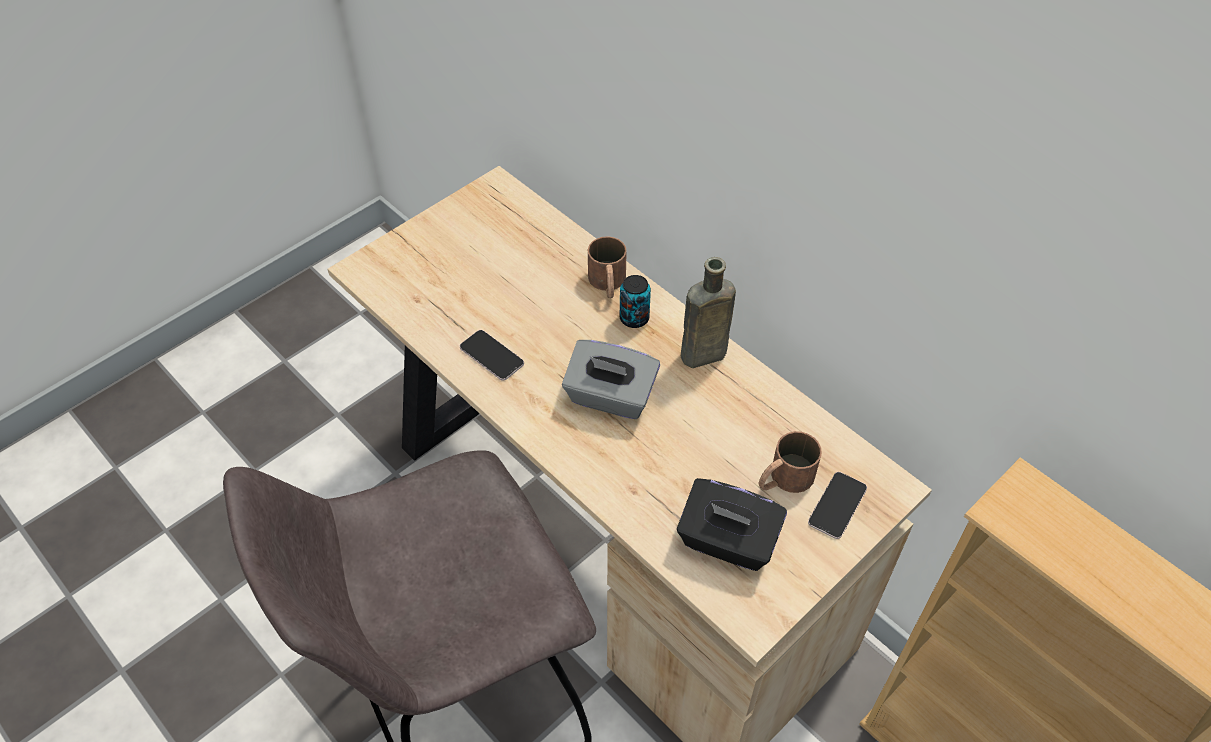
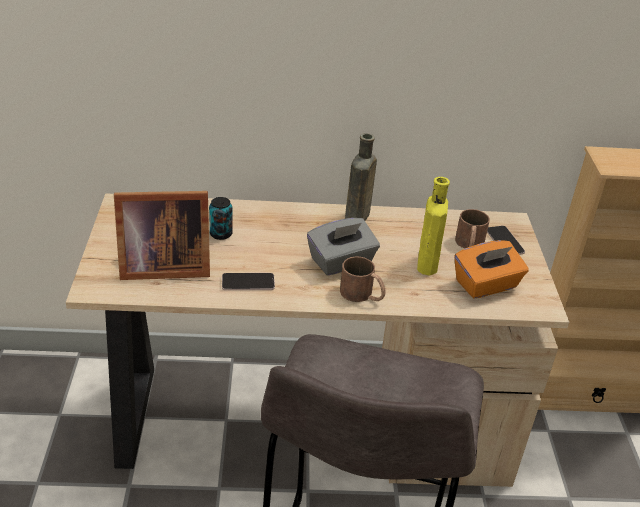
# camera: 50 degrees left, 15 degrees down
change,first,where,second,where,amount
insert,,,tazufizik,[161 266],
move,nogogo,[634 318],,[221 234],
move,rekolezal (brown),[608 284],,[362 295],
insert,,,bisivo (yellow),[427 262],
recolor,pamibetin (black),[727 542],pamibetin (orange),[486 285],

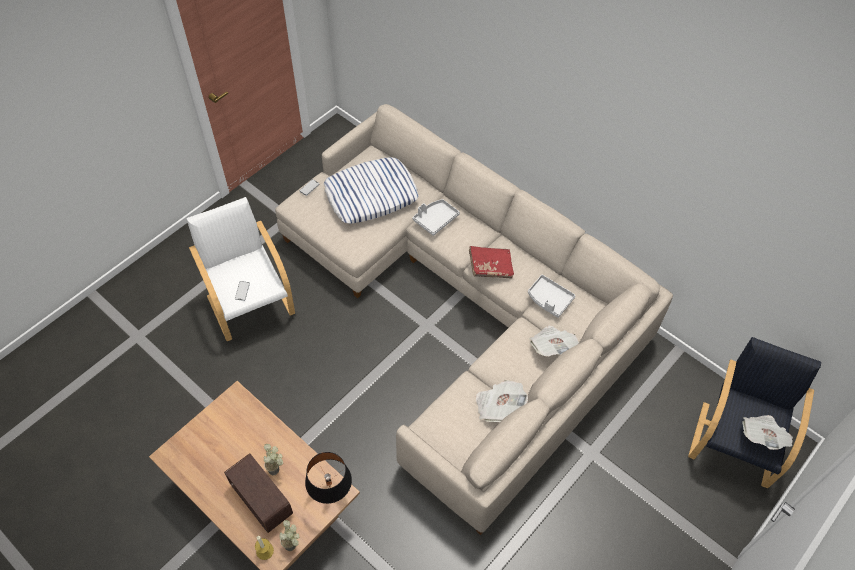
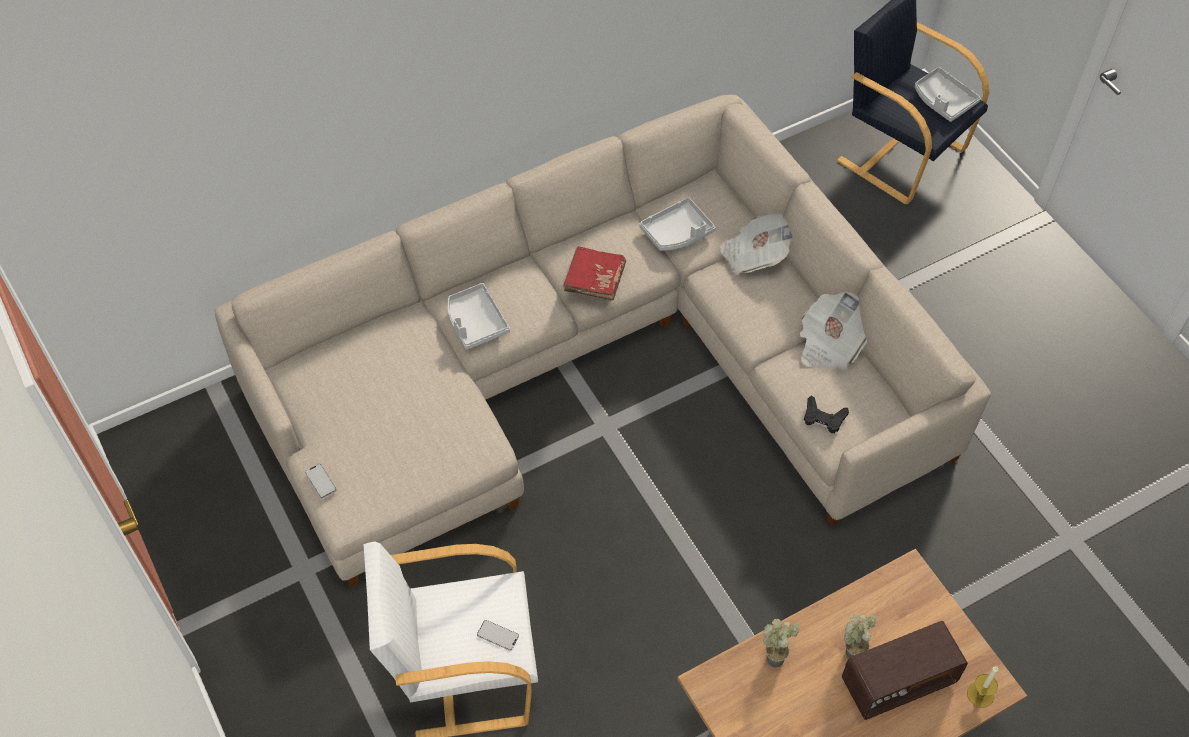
# camera: 70 degrees left, 0 degrees up
change,first,where,second,where,amount
move,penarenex,[294 546],,[776 655],
insert,,,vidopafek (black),[823 418],
replace,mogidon,[762 436],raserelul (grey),[943 101],
delete,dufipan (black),[331 496],,,
delete,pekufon,[371 195],,,

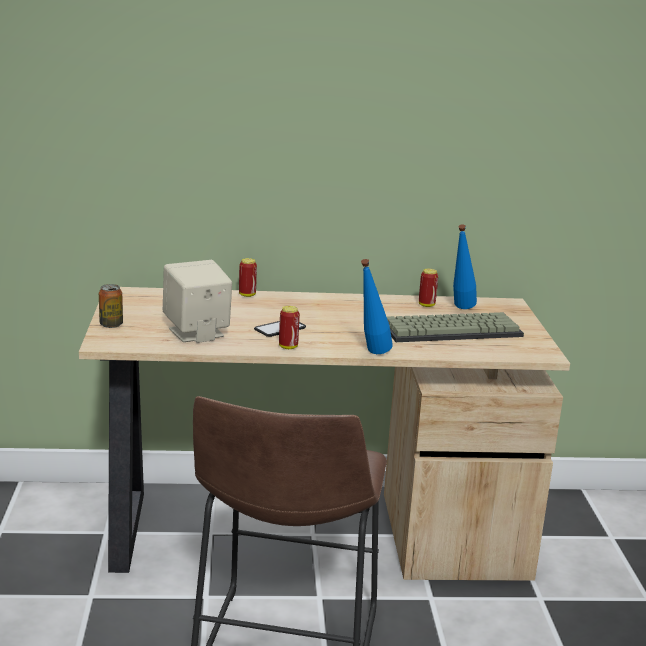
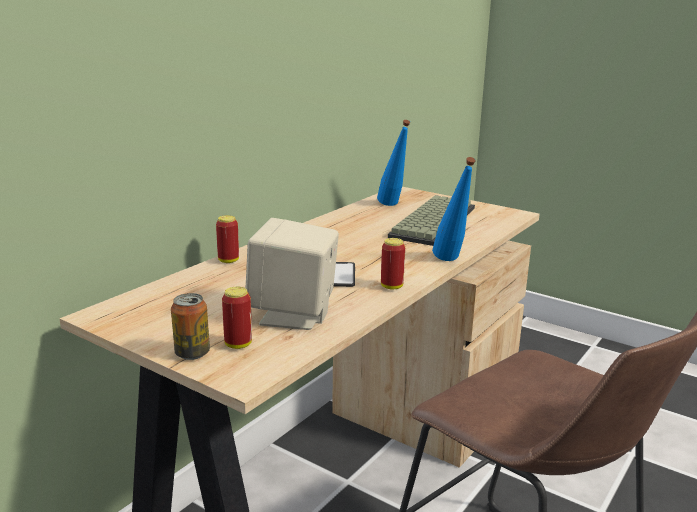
# camera: 50 degrees left, 0 degrees up
change,first,where,second,where,amount
move,nogogo,[426 305],,[238 344],

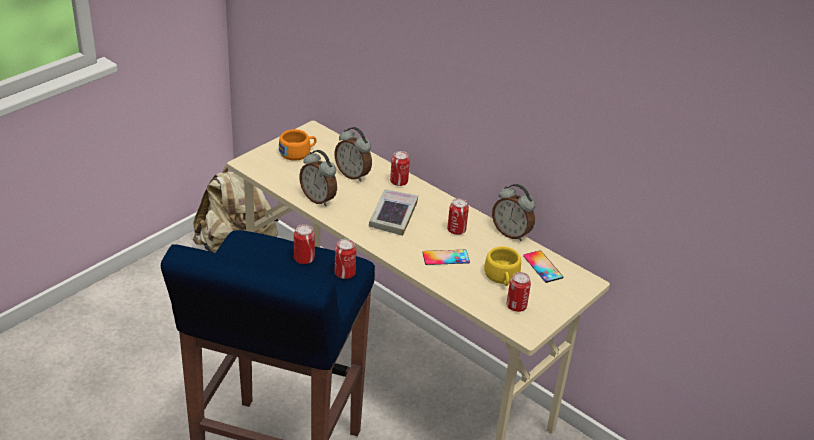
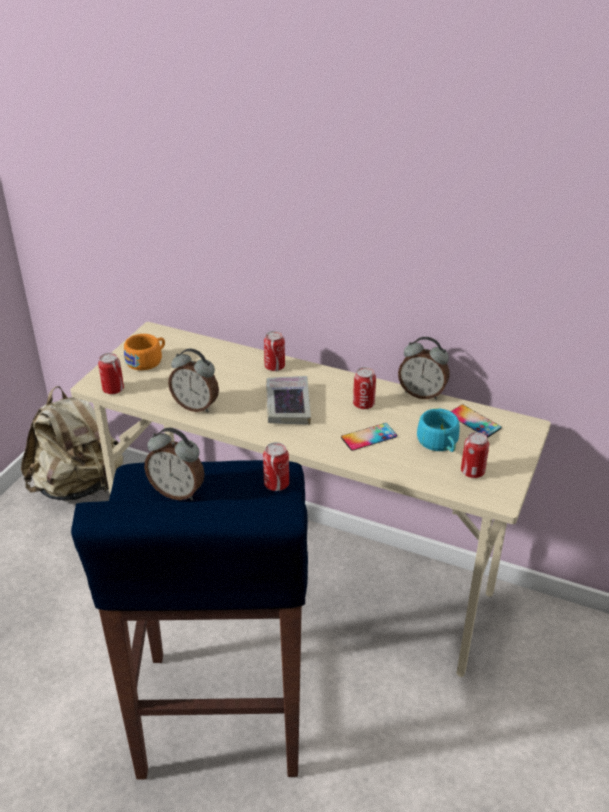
# camera: 15 degrees left, 0 degrees up
change,first,where,second,where,amount
move,nogogo,[304 259],,[113 389],
move,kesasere,[353 175],,[178 492],
recolor,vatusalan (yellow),[502 277],vatusalan (turquoise),[439 443],

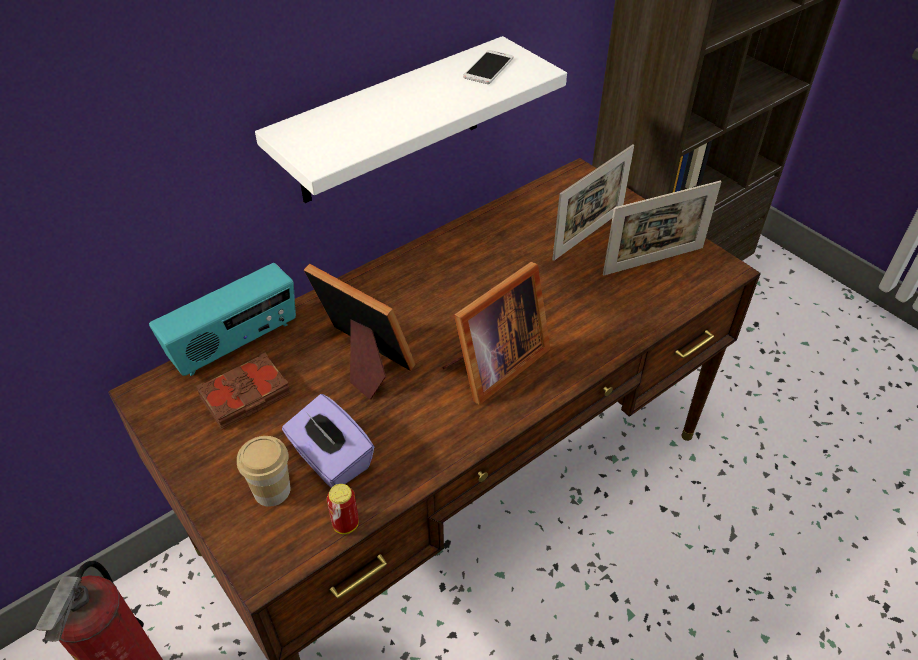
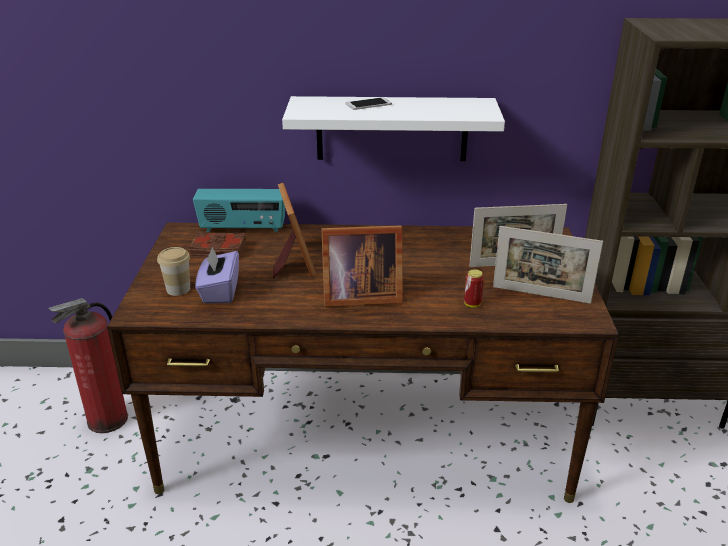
# camera: 40 degrees right, 15 degrees down
change,first,where,second,where,amount
move,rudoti,[488 68],,[368 104],
move,nogogo,[345 524],,[472 304],

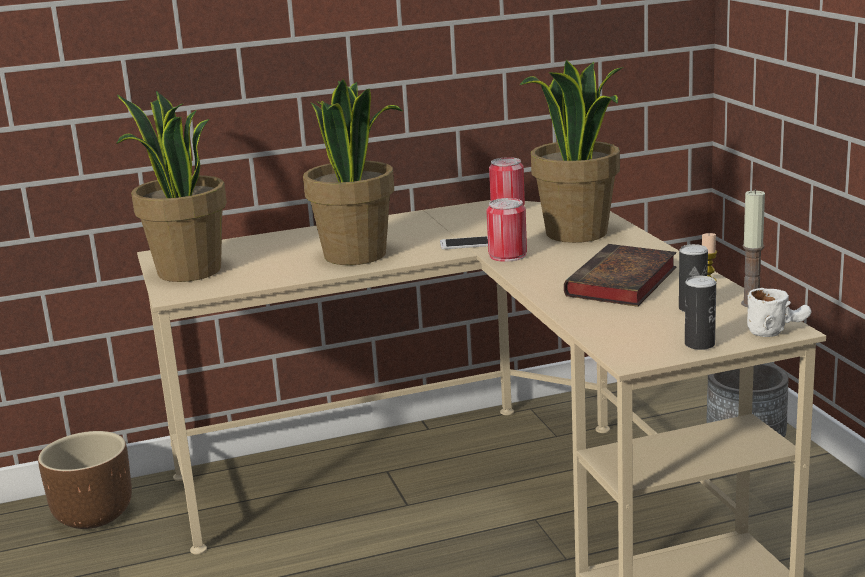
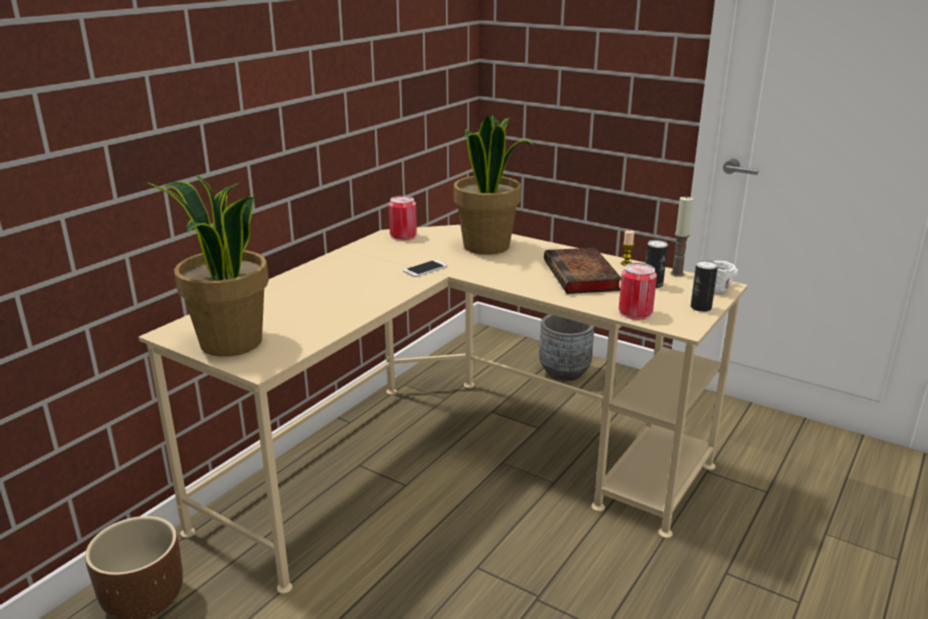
# camera: 40 degrees left, 5 degrees up
change,first,where,second,where,amount
move,nogogo,[507 255],,[635 312],
delete,penarenex,[357 255],,,

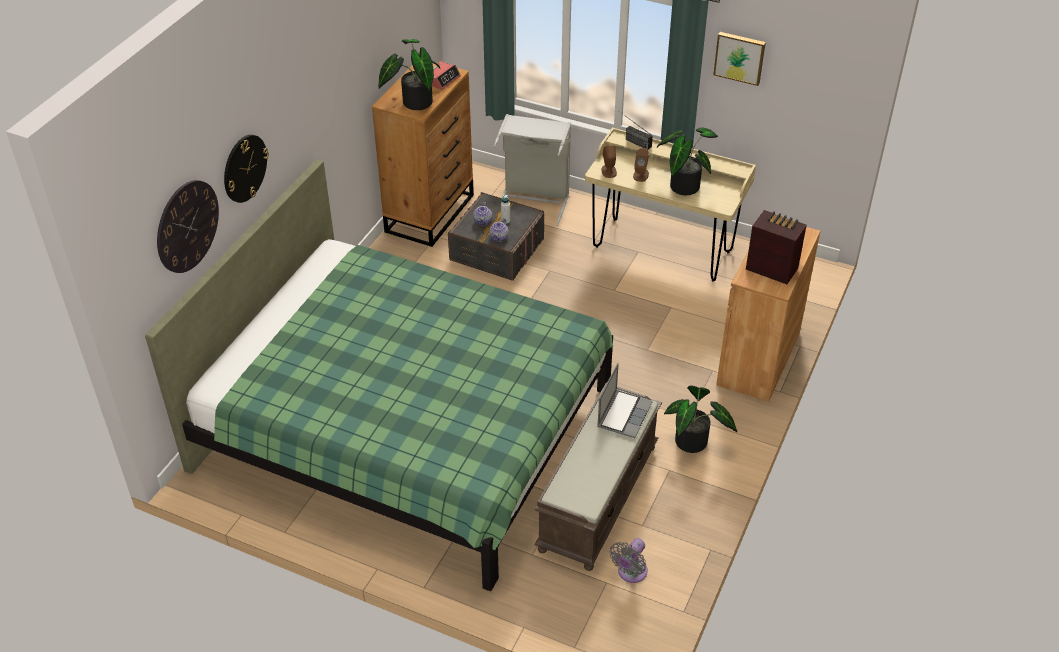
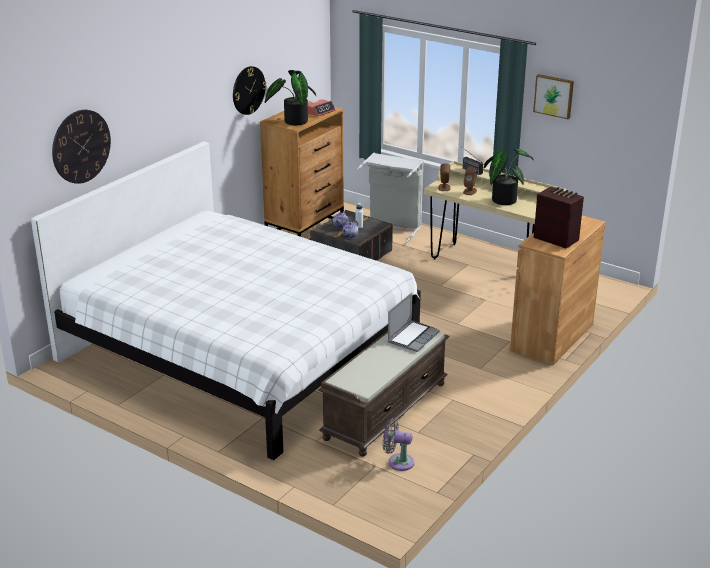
# camera: 10 degrees right, 15 degrees down
change,first,where,second,where,amount
recolor,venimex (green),[405 428],venimex (white),[239 352],
move,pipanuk,[244 168],,[248 90],
rotate,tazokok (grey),[630 573],,[398 462],60 degrees clockwise
delete,penarenex,[694 444],,,

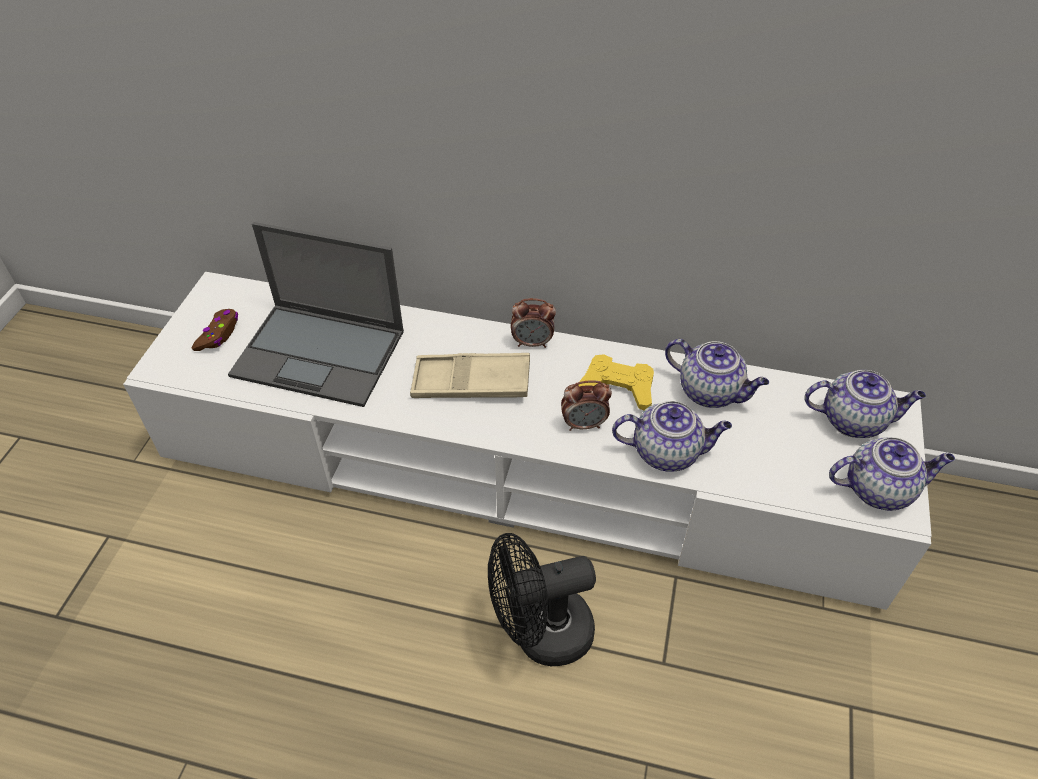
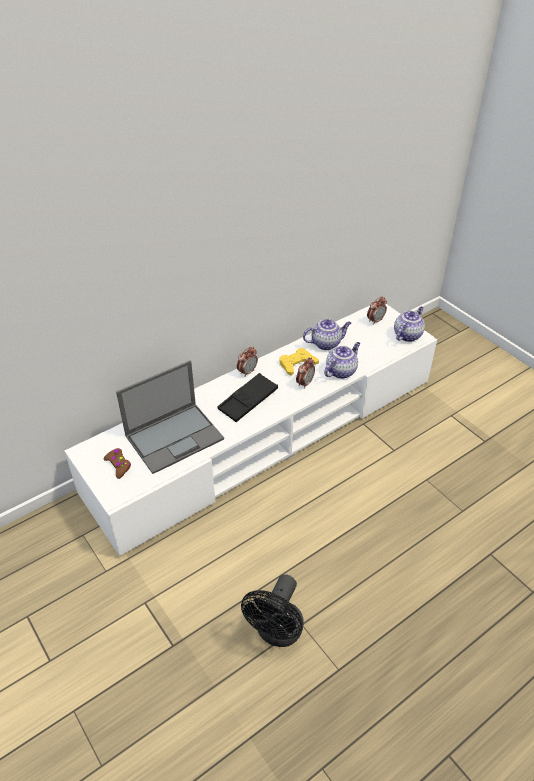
# camera: 50 degrees left, 5 degrees down
change,first,where,second,where,amount
recolor,raserelul (beige),[471 383],raserelul (black),[248 401],
move,tazokok (black),[540 634],,[277 633],
replace,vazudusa,[854 420],kesasere,[375 321],

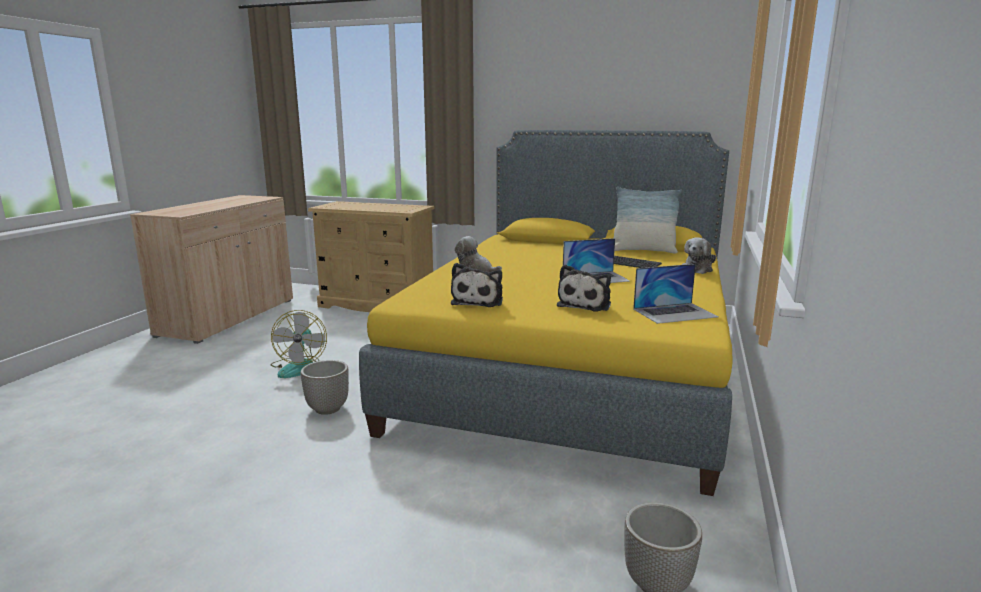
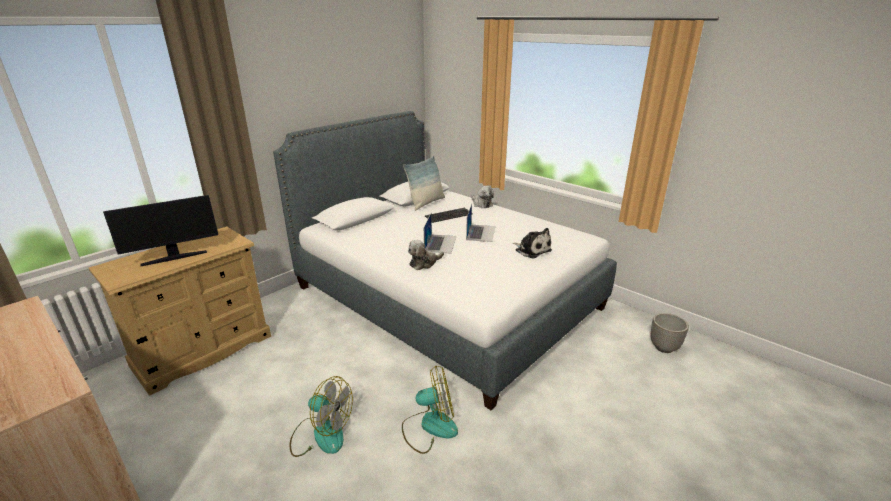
# camera: 65 degrees left, 10 degrees up
change,first,where,second,where,amount
insert,,,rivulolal,[174 257],
recolor,venimex (yellow),[571 368],venimex (white),[445 297],
replace,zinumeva,[328 409],tazokok,[429 426],
move,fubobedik,[675 313],,[440 243],
delete,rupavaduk,[479 301],,,

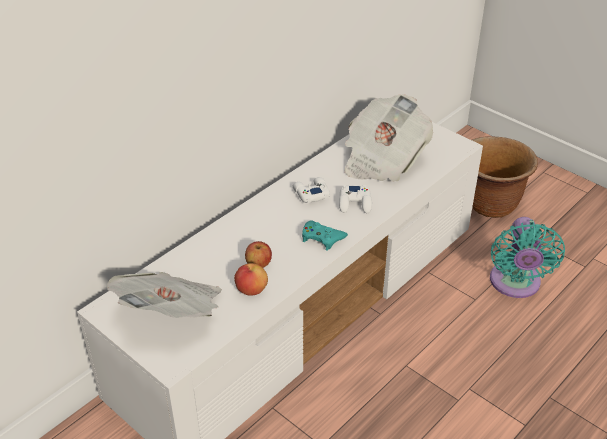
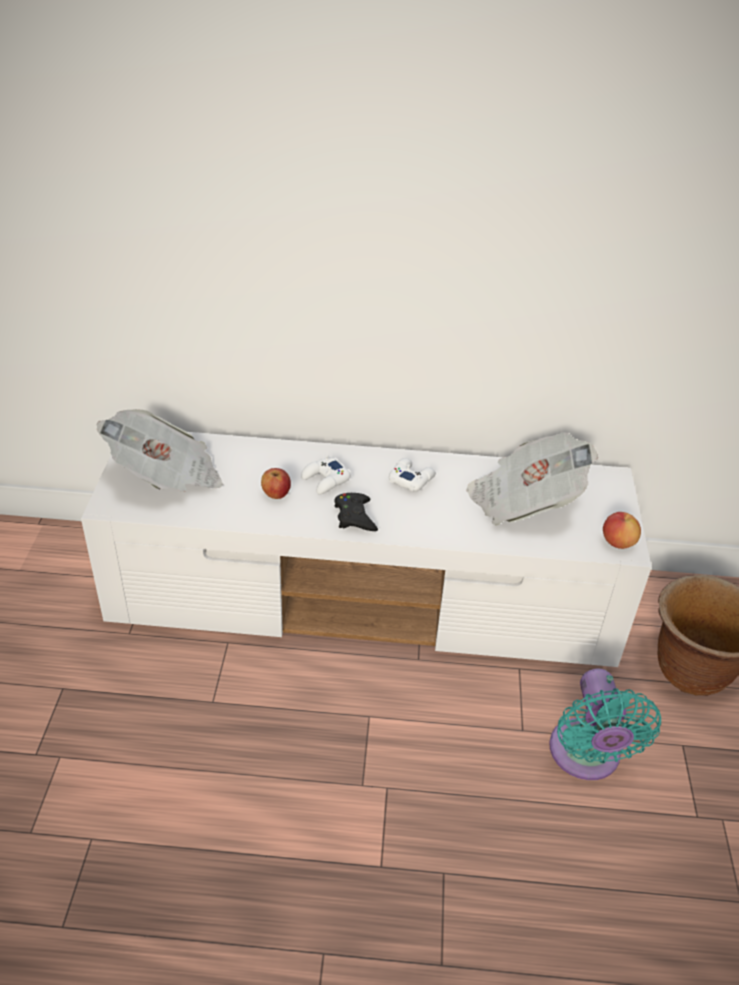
# camera: 50 degrees right, 0 degrees up
change,first,where,second,where,amount
move,vidopafek (white),[355 203],,[326 480],
recolor,vidopafek (turquoise),[322 238],vidopafek (black),[355 516],
rotate,tazokok (turquoise),[515 284],,[586 757],60 degrees counterclockwise
move,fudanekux,[251 290],,[617 542],

